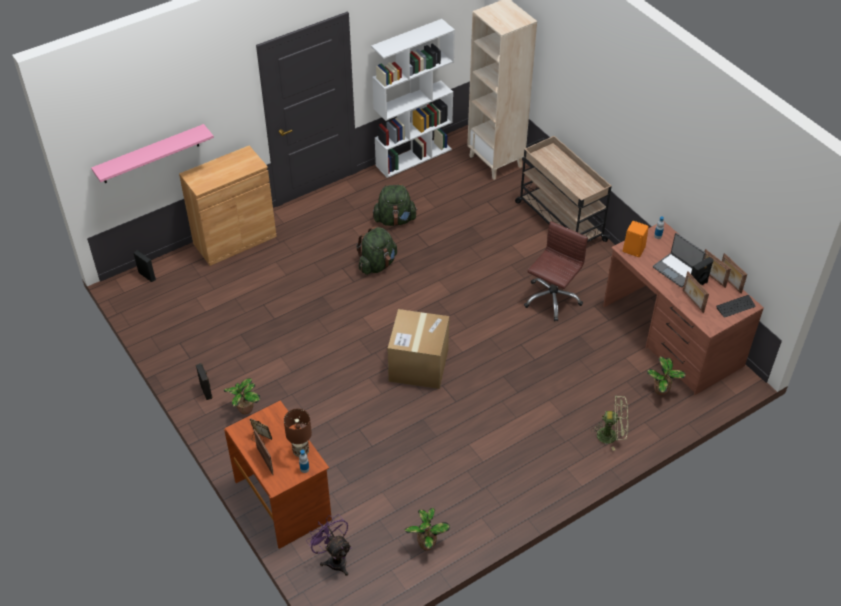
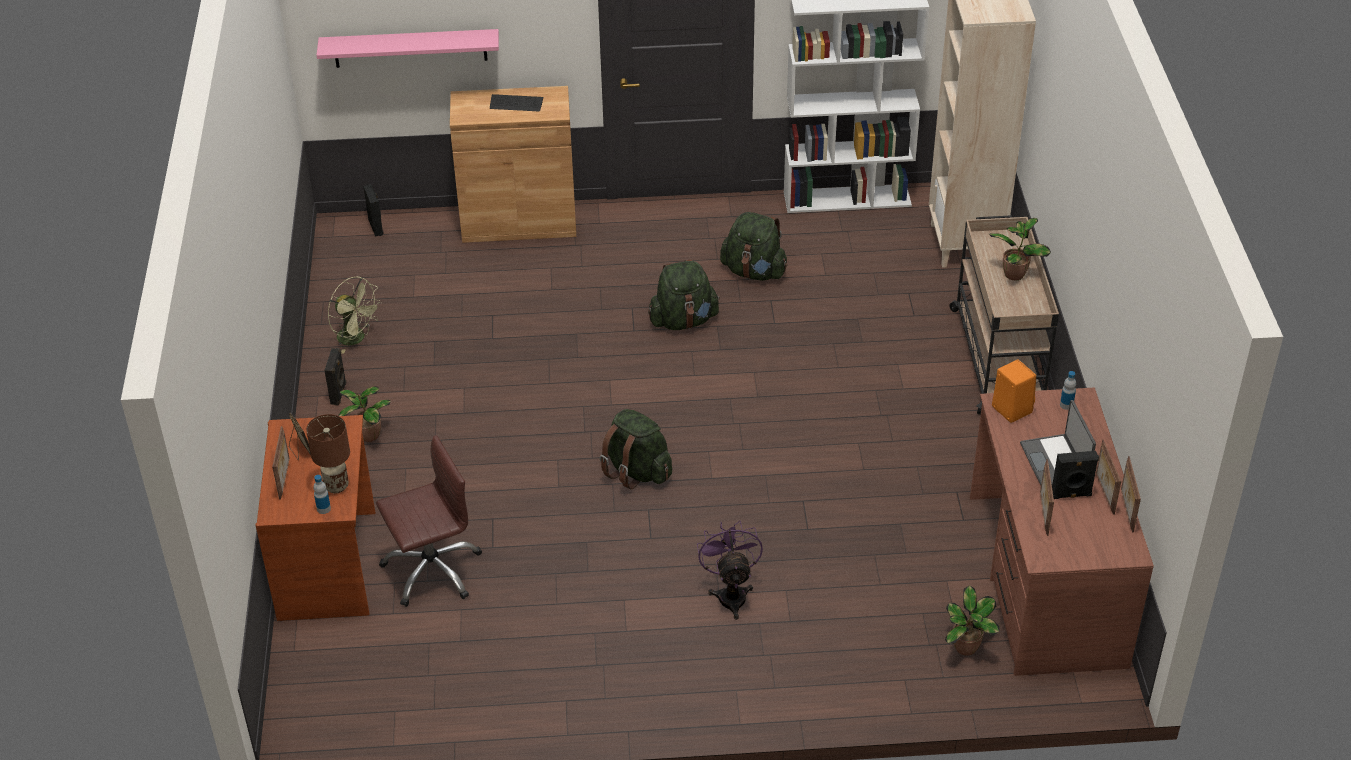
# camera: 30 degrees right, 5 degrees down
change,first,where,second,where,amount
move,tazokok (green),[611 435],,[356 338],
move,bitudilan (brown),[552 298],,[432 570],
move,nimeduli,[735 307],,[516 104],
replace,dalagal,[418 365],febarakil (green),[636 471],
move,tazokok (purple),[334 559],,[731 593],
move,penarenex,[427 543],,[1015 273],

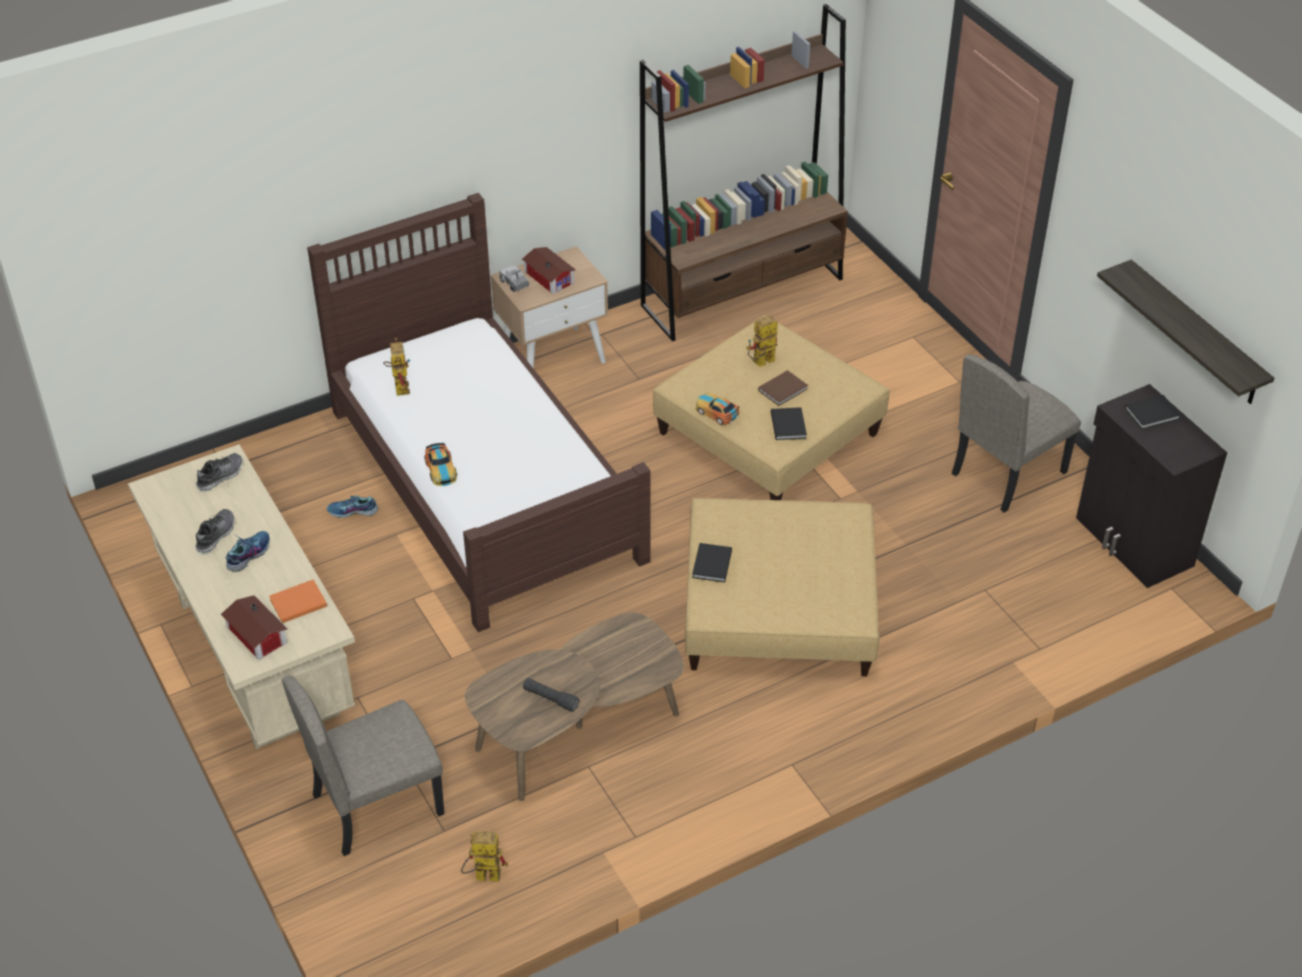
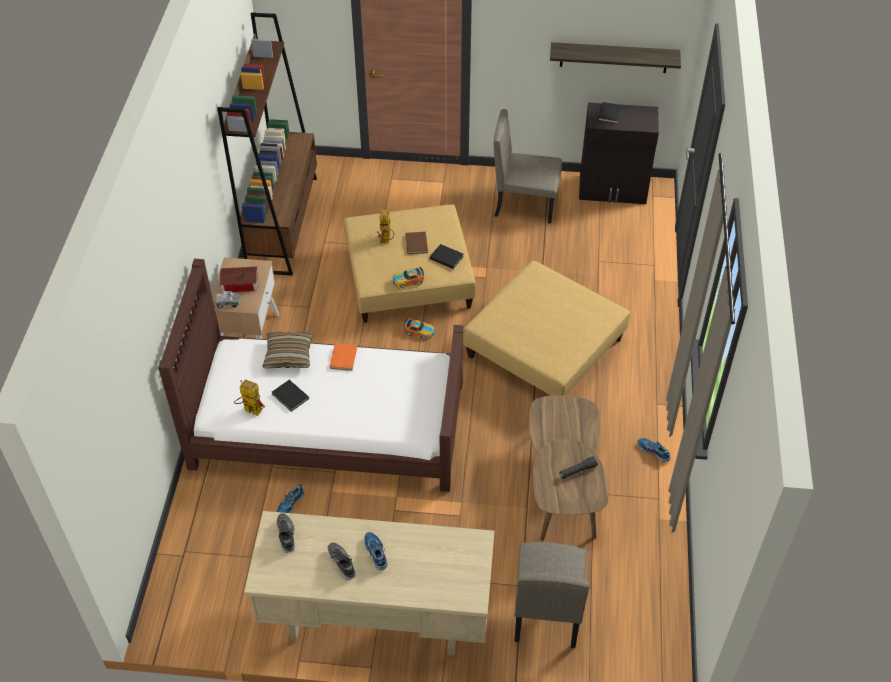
# camera: 55 degrees left, 5 degrees up
change,first,where,second,where,amount
insert,,,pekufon,[288 355],
move,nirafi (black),[711 565],,[290 397],
move,nirafi (orange),[296 603],,[342 359],
move,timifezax,[441 470],,[419 331],
rotate,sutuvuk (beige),[1008 472],,[525 204],105 degrees clockwise
insert,,,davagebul,[653 451],
delete,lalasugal,[256 637],,,
delete,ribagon,[482 876],,,

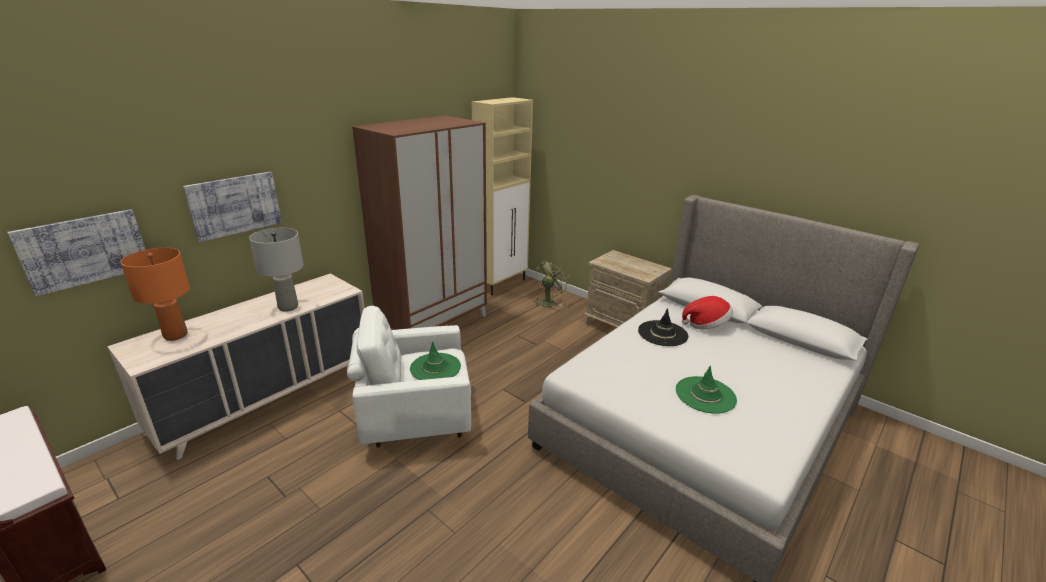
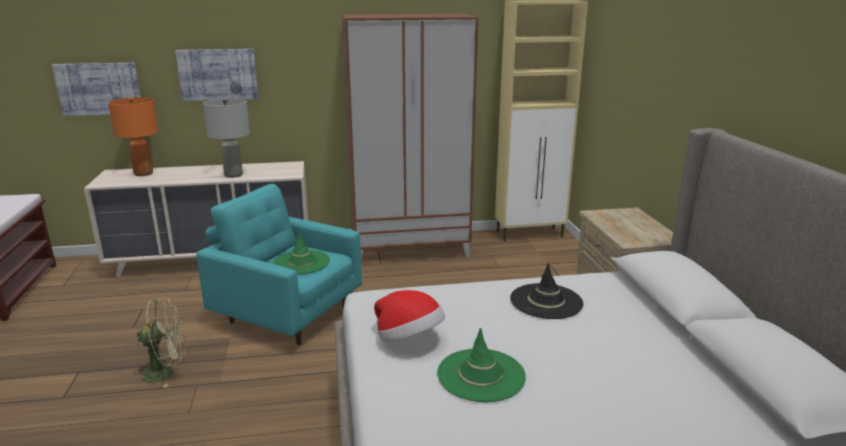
# camera: 40 degrees right, 5 degrees down
change,first,where,second,where,amount
move,tazokok (green),[548 301],,[166 372],
recolor,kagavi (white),[415 417],kagavi (turquoise),[287 314],
move,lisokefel,[706 325],,[409 339],

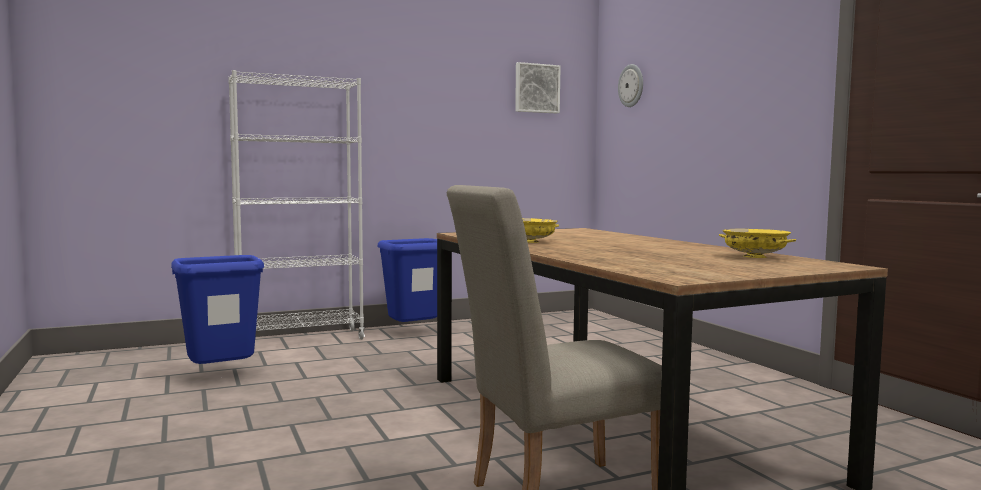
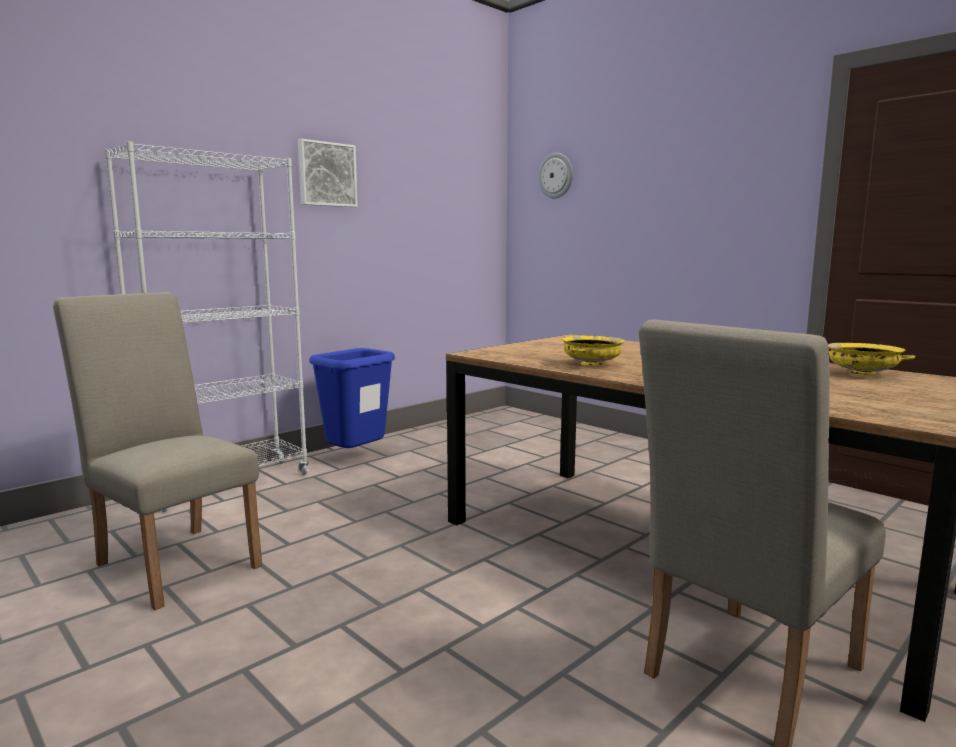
# camera: 20 degrees left, 5 degrees up
change,first,where,second,where,amount
replace,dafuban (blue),[222 377],sutuvuk (beige),[174 560],
move,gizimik,[536 88],,[326 174],

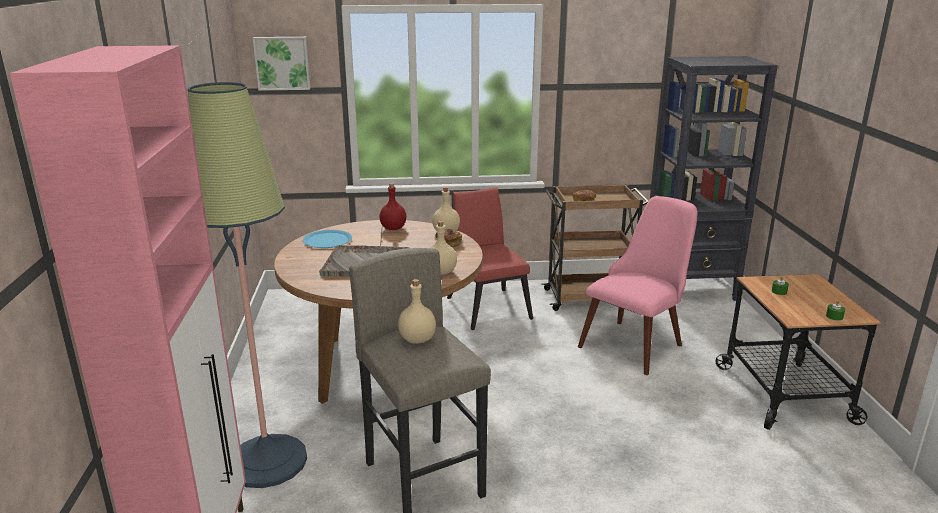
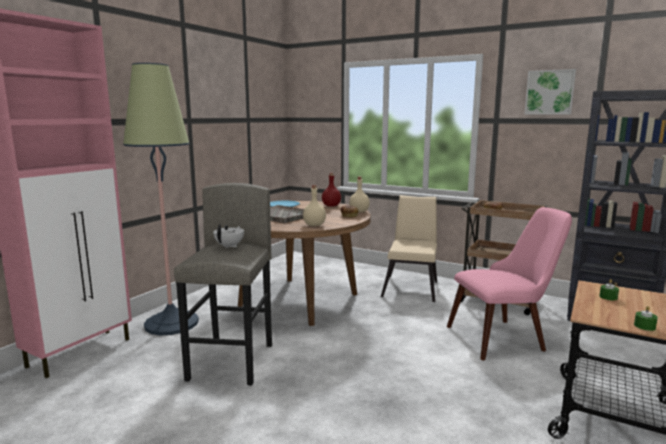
# camera: 35 degrees right, 10 degrees down
change,first,where,second,where,amount
replace,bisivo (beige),[417 339],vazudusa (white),[230 246],
recolor,sutuvuk (red),[487 306],sutuvuk (beige),[411 287],
move,gizimik,[282 63],,[549 92],

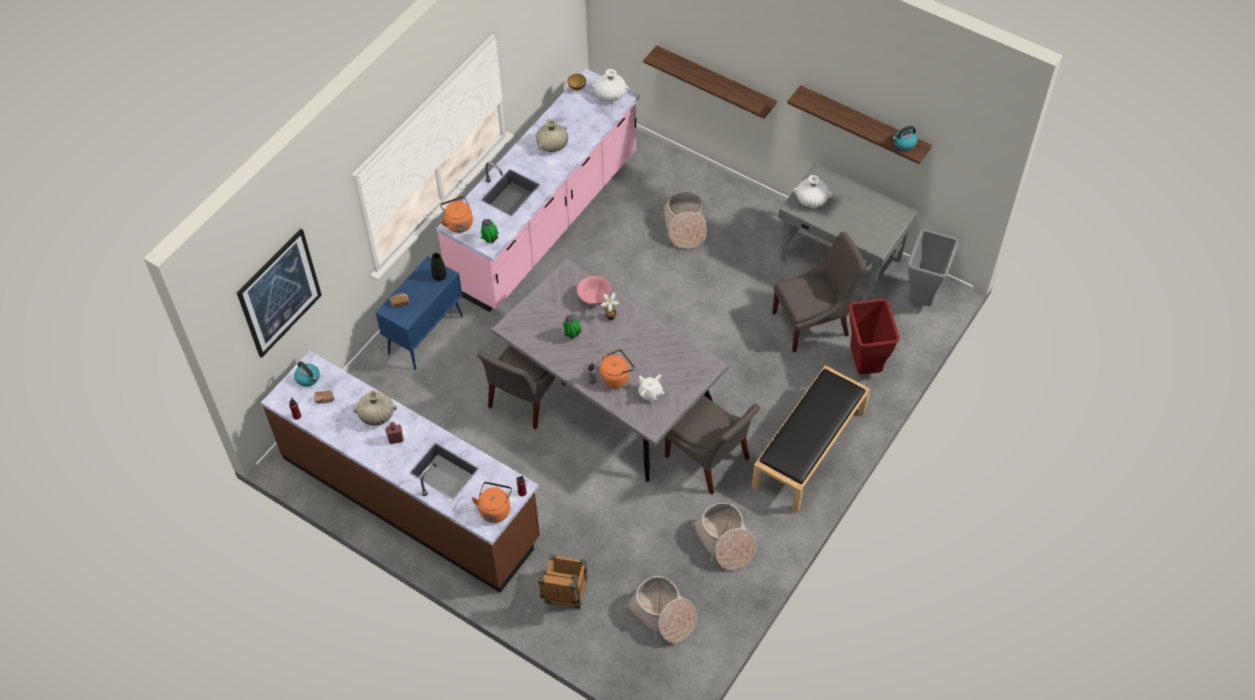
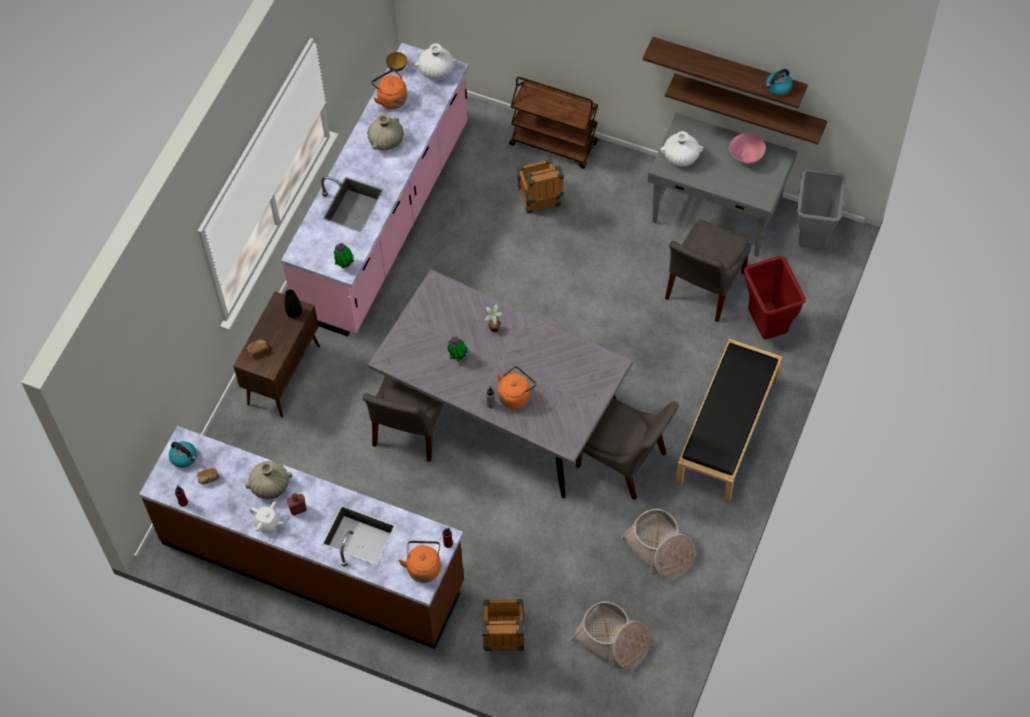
# camera: 10 degrees left, 5 degrees up
change,first,where,second,where,amount
recolor,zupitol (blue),[426 334],zupitol (brown),[284 374],
move,vazudusa (white),[650 394],,[268 523],
move,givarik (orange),[458 223],,[391 98],
insert,,,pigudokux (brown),[554 144],
replace,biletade,[685 227],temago,[540 201],
move,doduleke,[715 81],,[749 105],
rotate,sutuvuk (grey),[814 323],,[703 288],150 degrees clockwise
move,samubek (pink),[594 299],,[746 157],
delete,gizimik,[279 293],,,

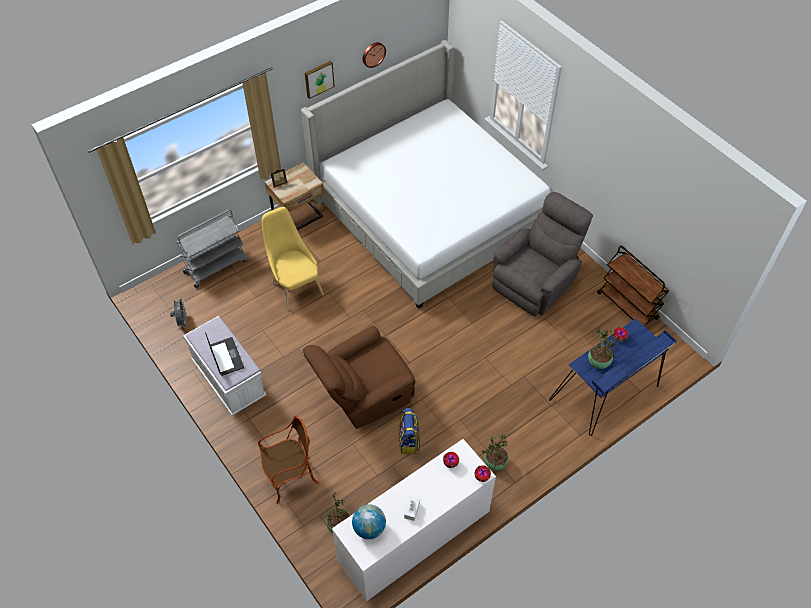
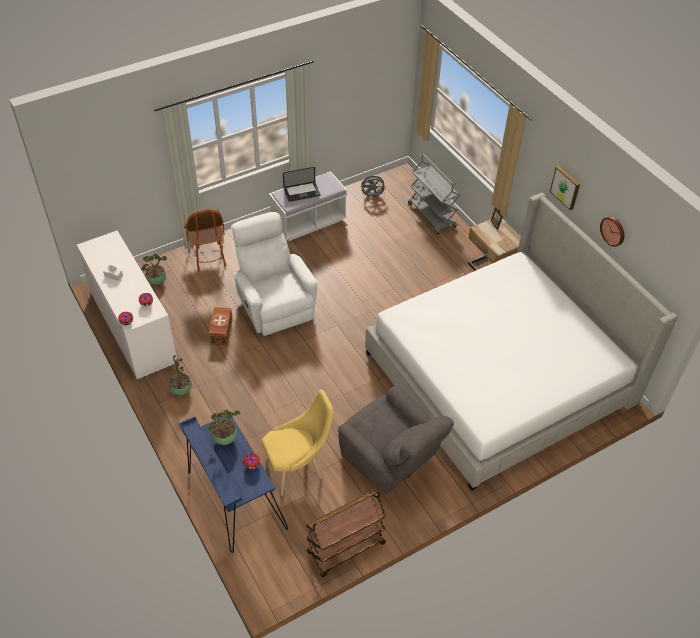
# camera: 95 degrees right, 5 degrees down
change,first,where,second,where,amount
replace,febarakil,[409 441],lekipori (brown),[220 331],
recolor,kagavi (brown),[363 396],kagavi (white),[274 304],
move,sutuvuk (yellow),[295 286],,[298 467],
delete,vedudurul,[369 528],,,

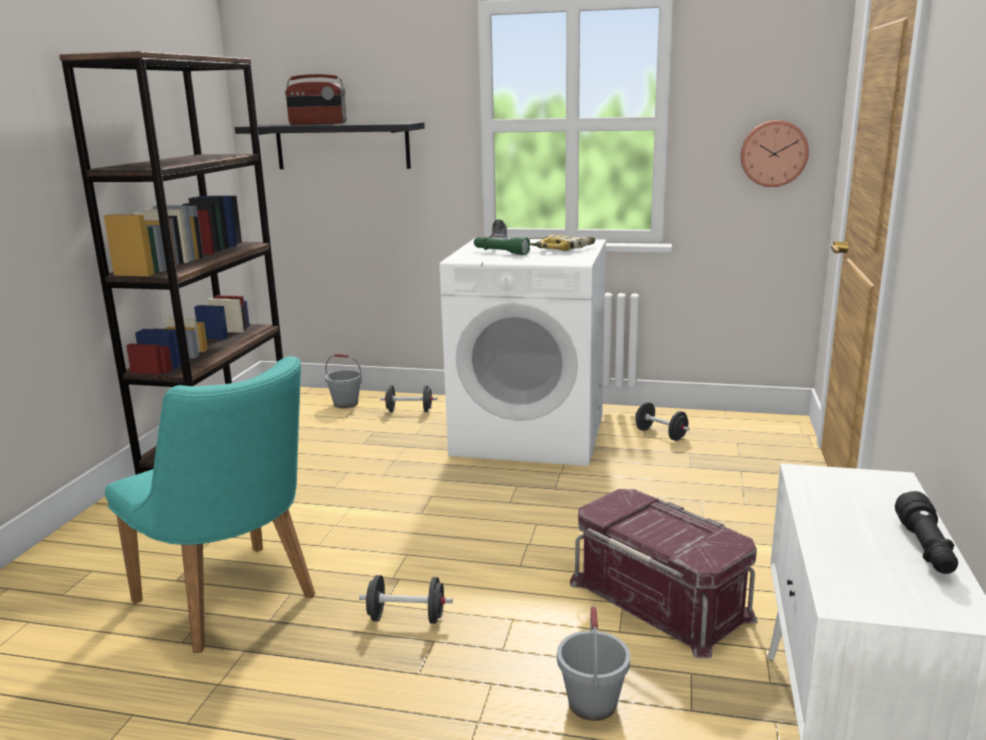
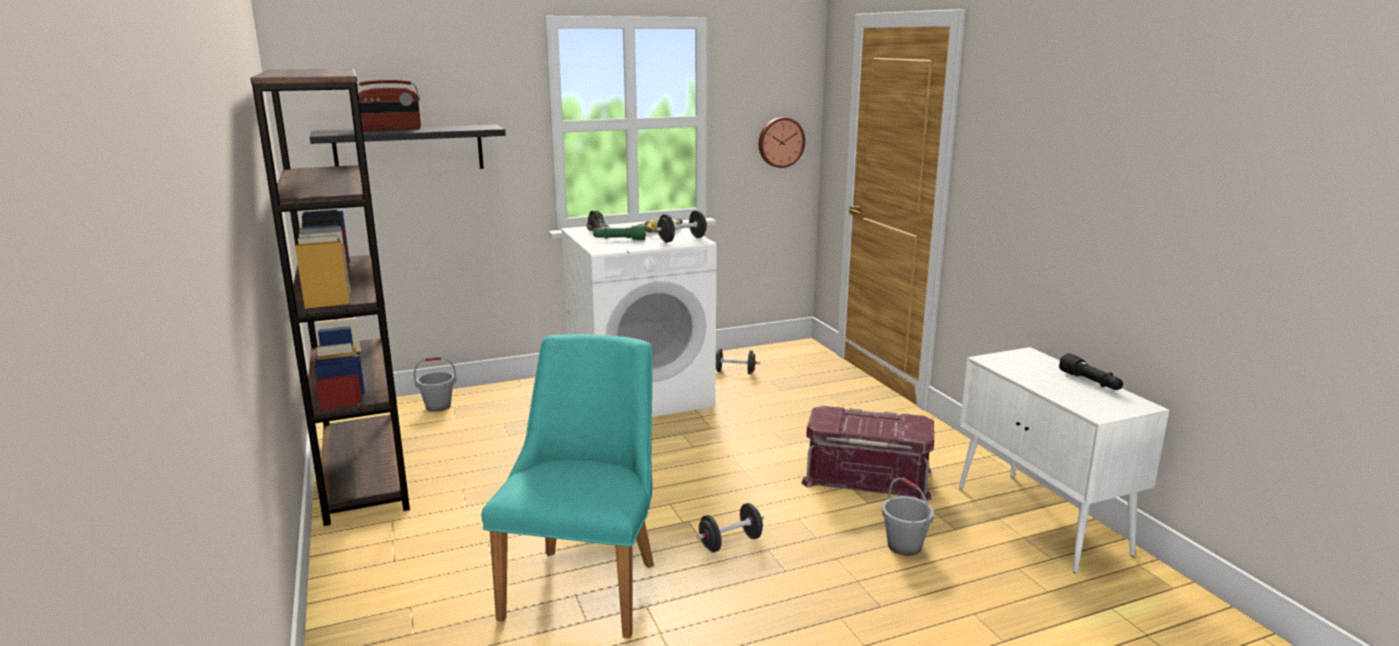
# camera: 35 degrees left, 0 degrees up
change,first,where,second,where,amount
rotate,sutuvuk (turquoise),[235 604],,[588 581],90 degrees counterclockwise
move,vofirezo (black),[409 411],,[682 239],

